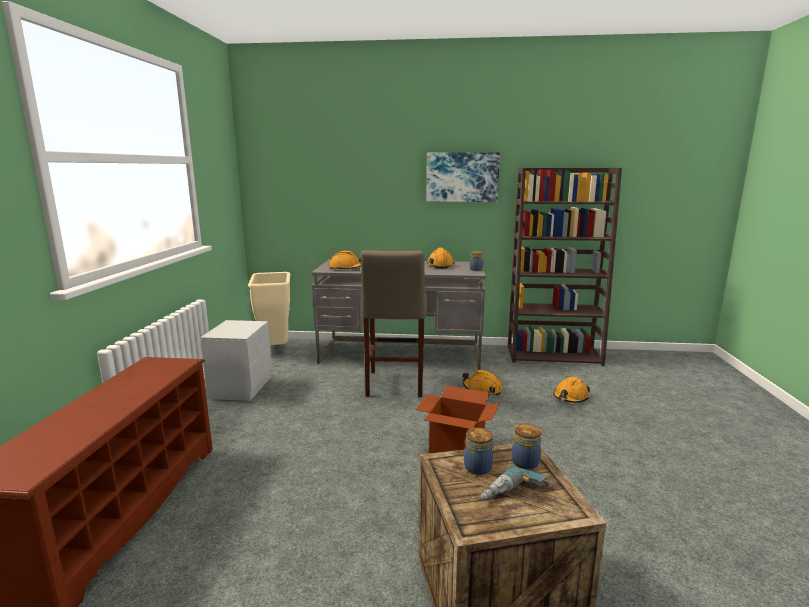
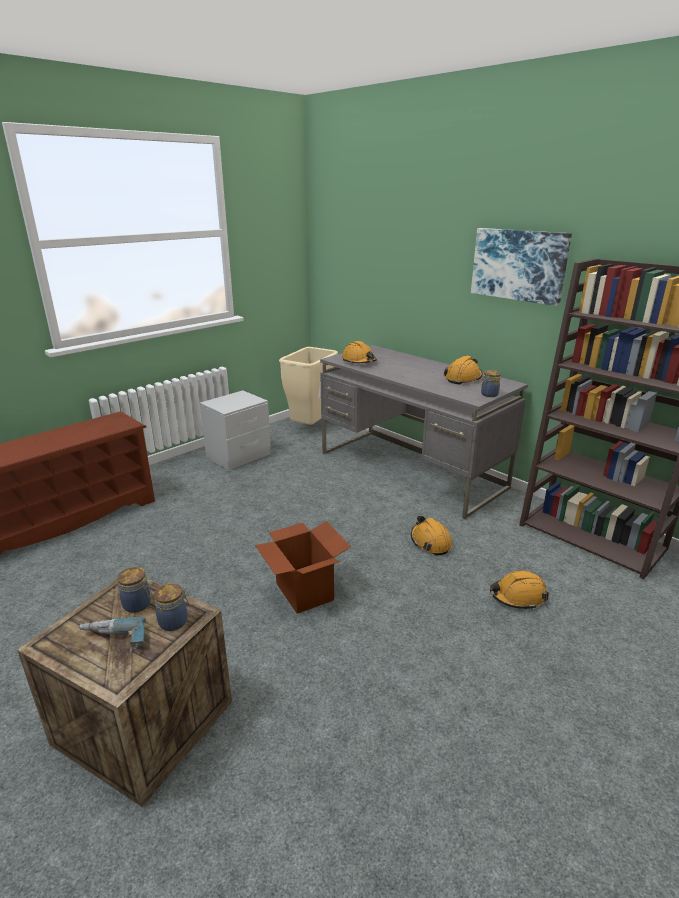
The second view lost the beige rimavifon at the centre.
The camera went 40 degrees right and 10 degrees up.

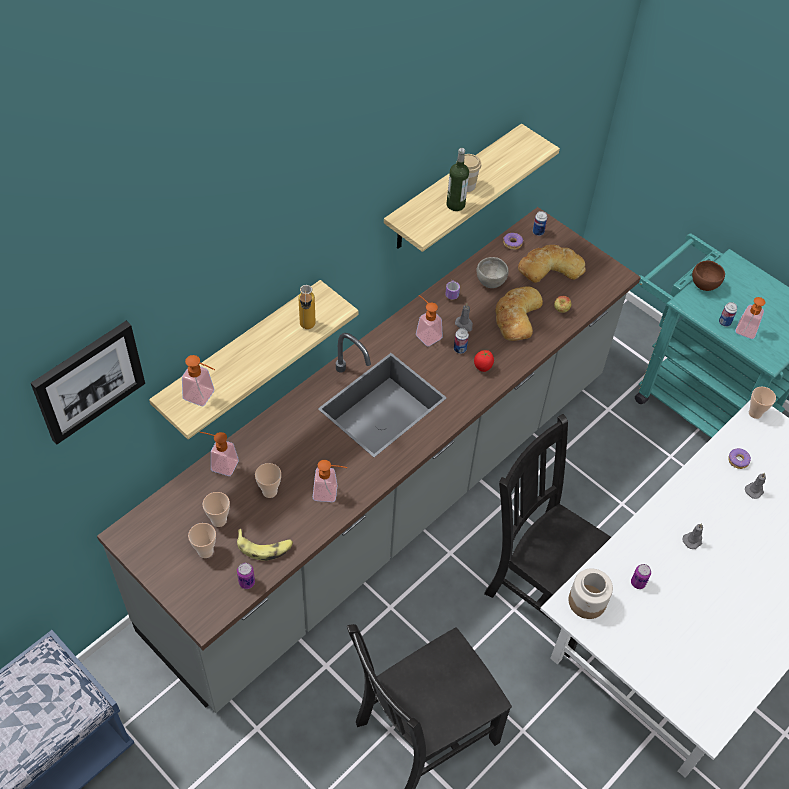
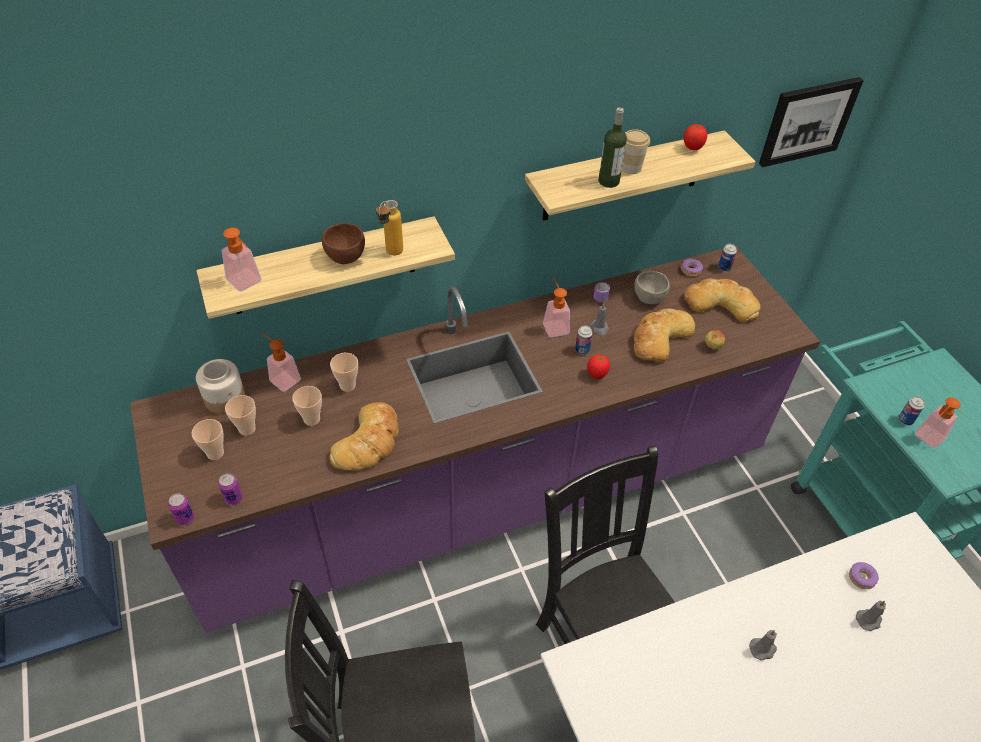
What was the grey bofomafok at the centre turned into the purple bofomafok at the centre.
The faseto (4th from left in the first image) ended up elsewhere, having gone from the bottom right to the bottom left.
The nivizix ended up elsewhere, having gone from the bottom right to the middle left.
The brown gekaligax ended up elsewhere, having gone from the middle right to the top centre.
The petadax (5th from left in the first image) ended up elsewhere, having gone from the middle right to the centre.
Where the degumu (3rd from left) stood at the centre, the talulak (1st from left) came to stand at the centre.
The second view gained the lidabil (2nd from left) at the top right.
The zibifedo ended up elsewhere, having gone from the middle left to the top right.
The second view lost the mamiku at the bottom centre.
The camera went 25 degrees right and 5 degrees down.

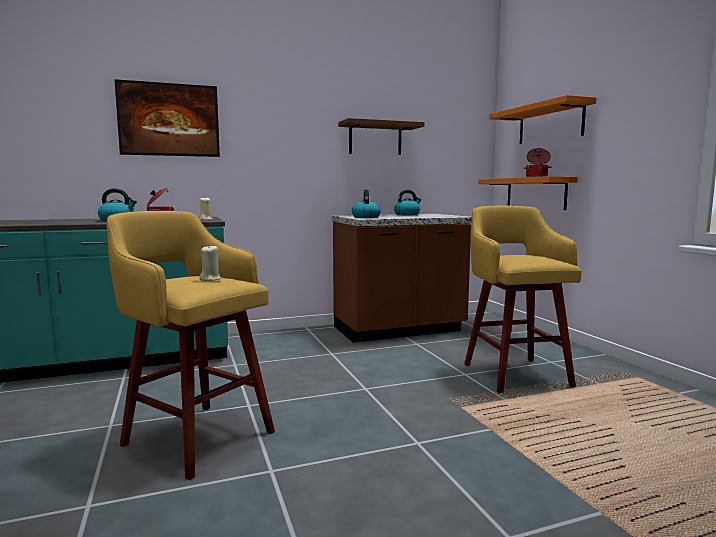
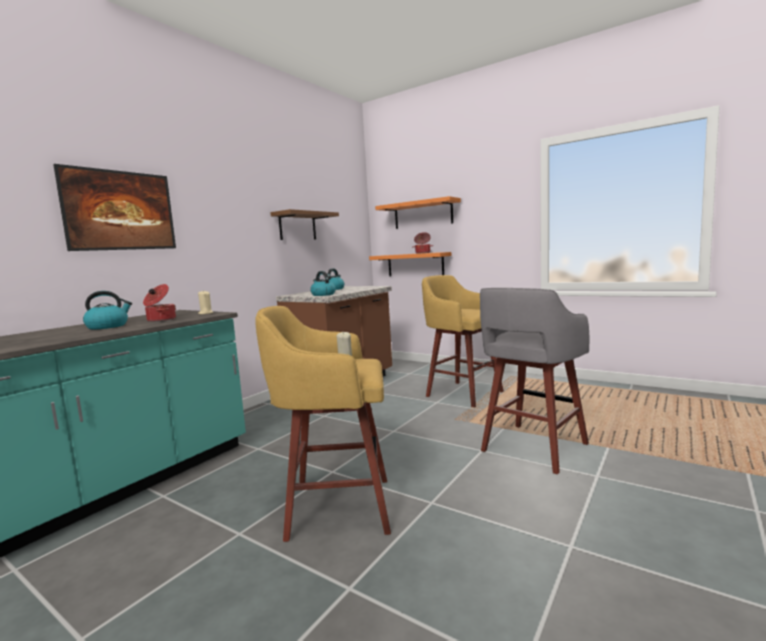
The second view gained the grey rimavifon at the middle right.
The camera went 35 degrees left and 0 degrees up.

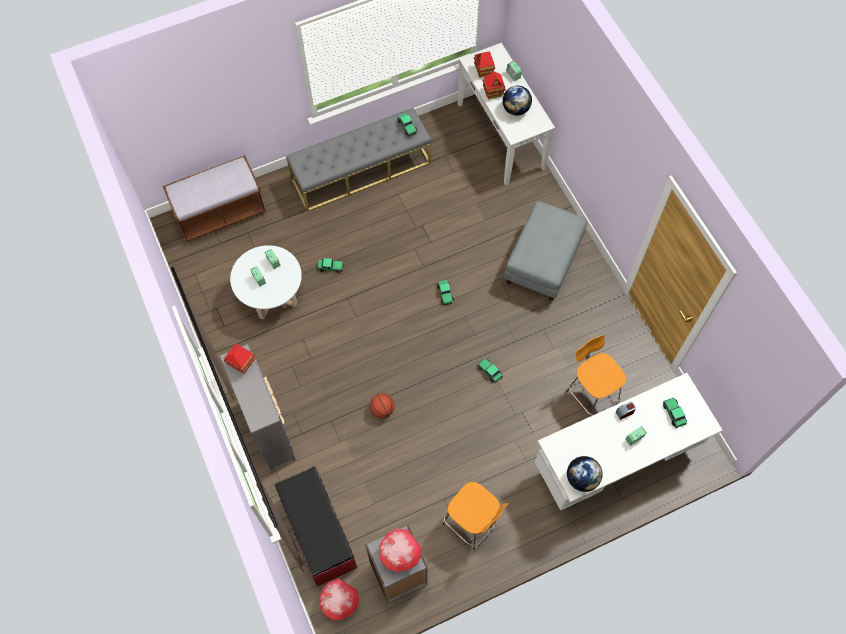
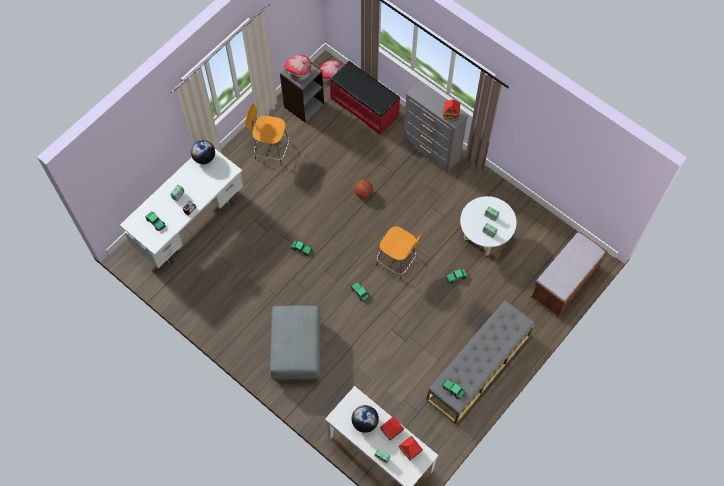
The orange rimavifon (2nd from left) ended up elsewhere, having gone from the middle right to the centre.
The camera went 155 degrees right and 0 degrees up.

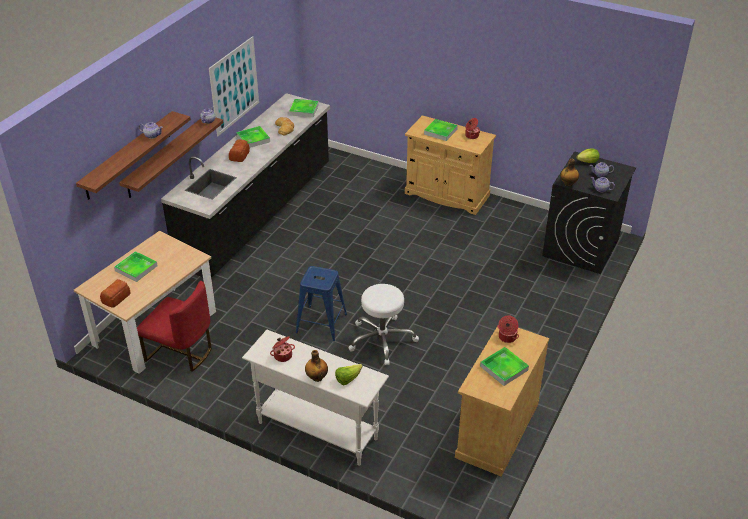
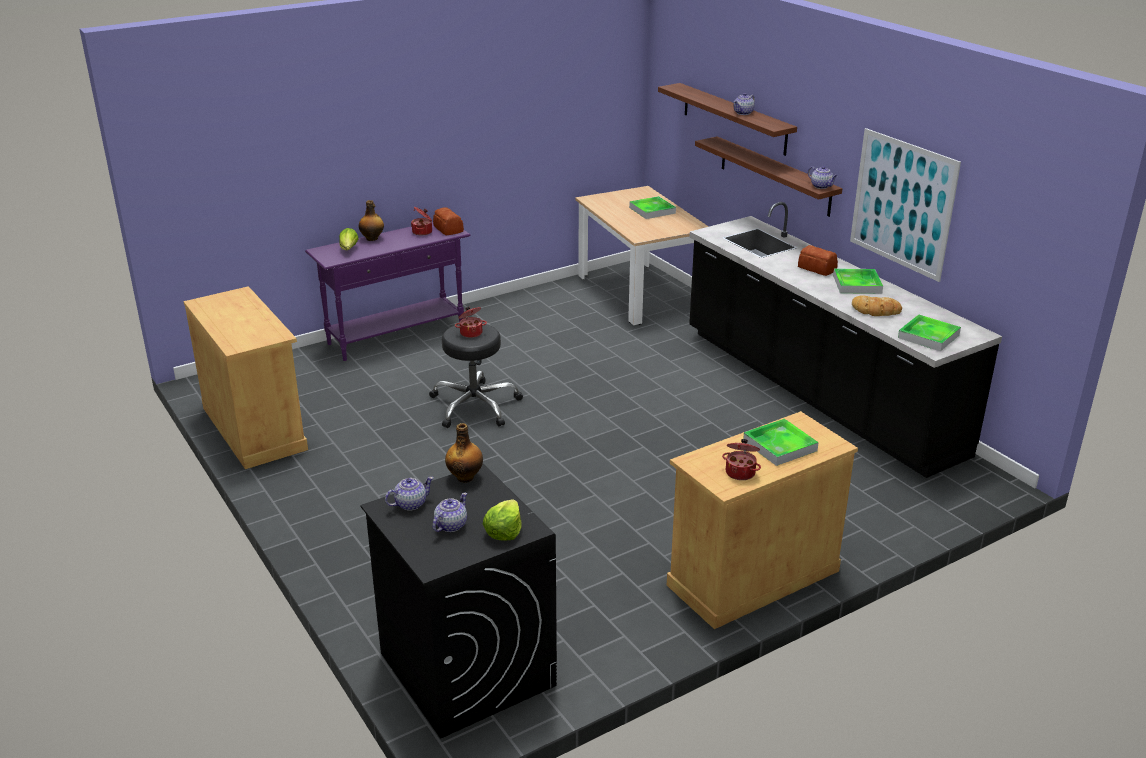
What was the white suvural at the bottom centre turned into the purple suvural at the centre.
What was the white rimavifon at the centre turned into the black rimavifon at the centre.
The talulak (1st from left) ended up elsewhere, having gone from the middle left to the top centre.
The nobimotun (3rd from left in the first image) ended up elsewhere, having gone from the middle right to the centre.
The second view lost the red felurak at the middle left.
The second view lost the blue rimavifon at the centre.
The second view lost the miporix (5th from left) at the bottom right.
The camera went 120 degrees right and 10 degrees down.

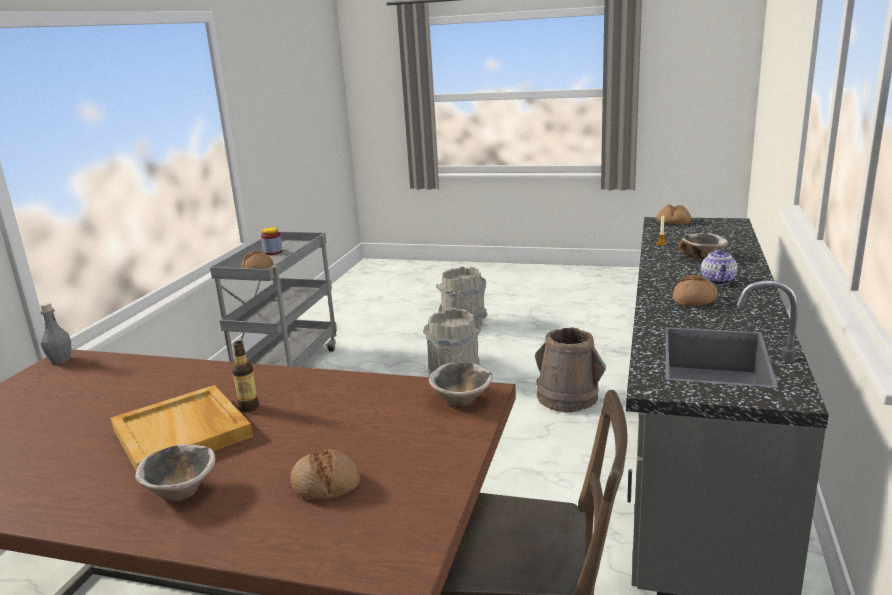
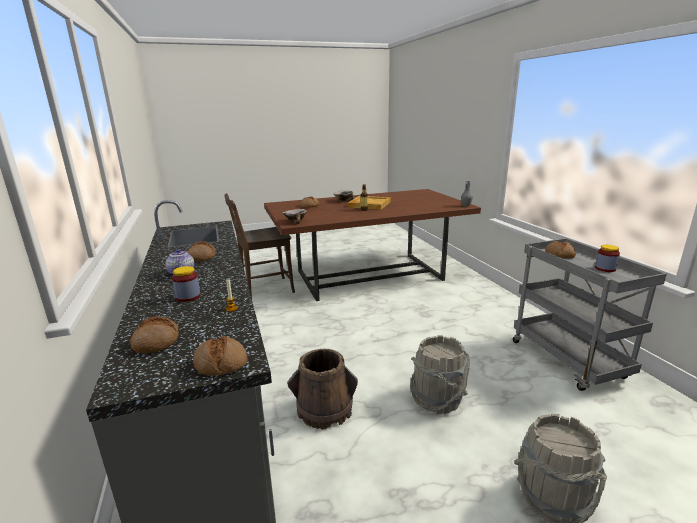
The second view gained the talulak (1st from left) at the middle left.
Where the gekaligax (3rd from left) stood at the middle right, the nivizix (1st from left) came to stand at the middle left.
The camera went 145 degrees right and 0 degrees up.

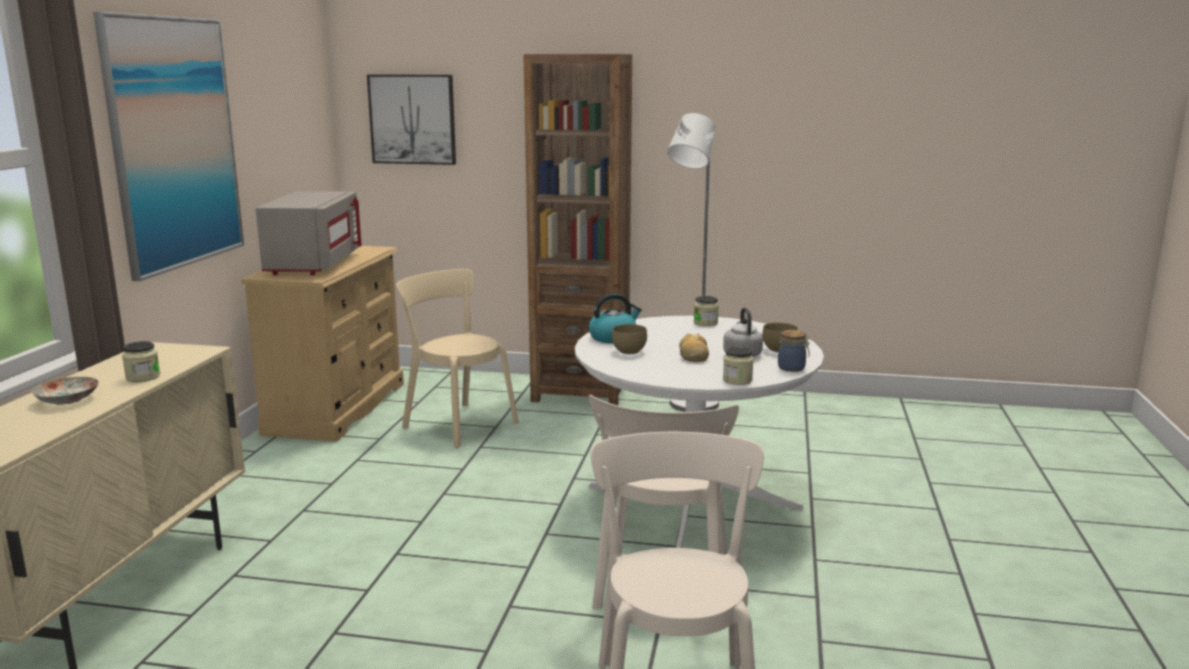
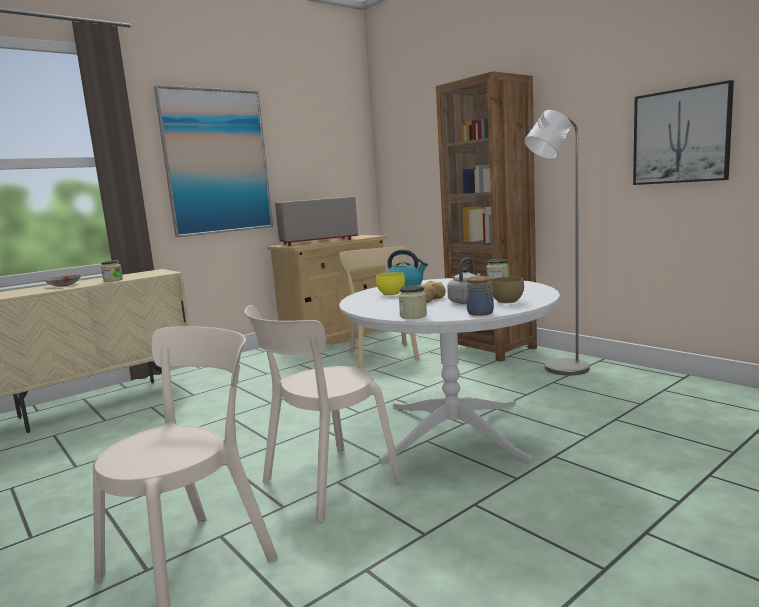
The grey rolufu at the middle left ended up facing another way, 150 degrees counterclockwise from before.
What was the brown gekaligax (1st from left) at the centre turned into the yellow gekaligax at the centre.
The zibifedo (2nd from left) ended up elsewhere, having gone from the top centre to the top right.
The camera went 40 degrees right and 5 degrees down.

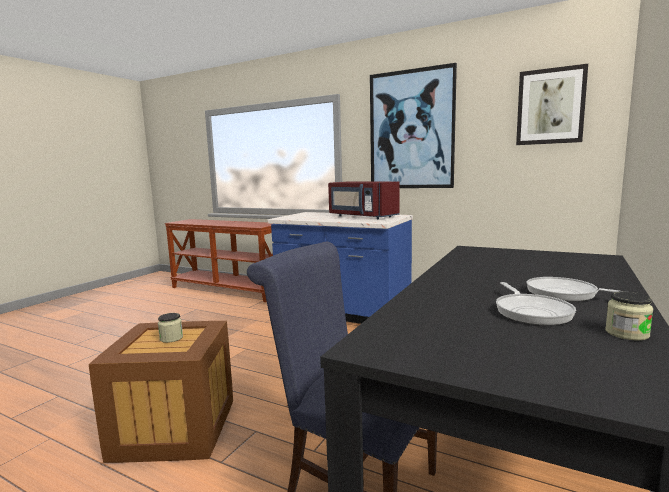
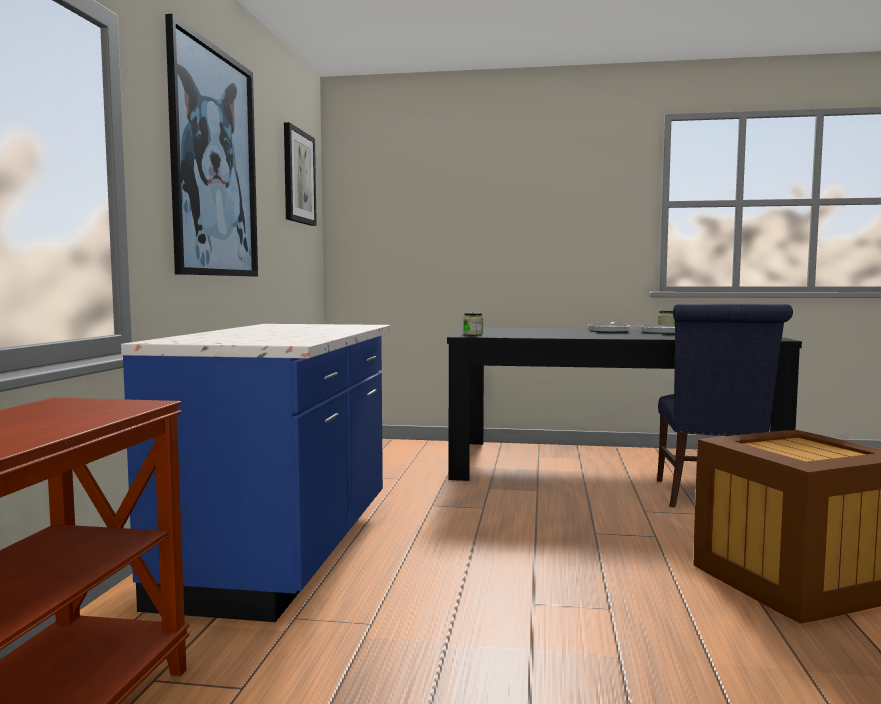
The nivizix (1st from left) ended up elsewhere, having gone from the bottom left to the centre.
The second view lost the red rolufu at the centre.
The camera went 110 degrees left and 5 degrees down.

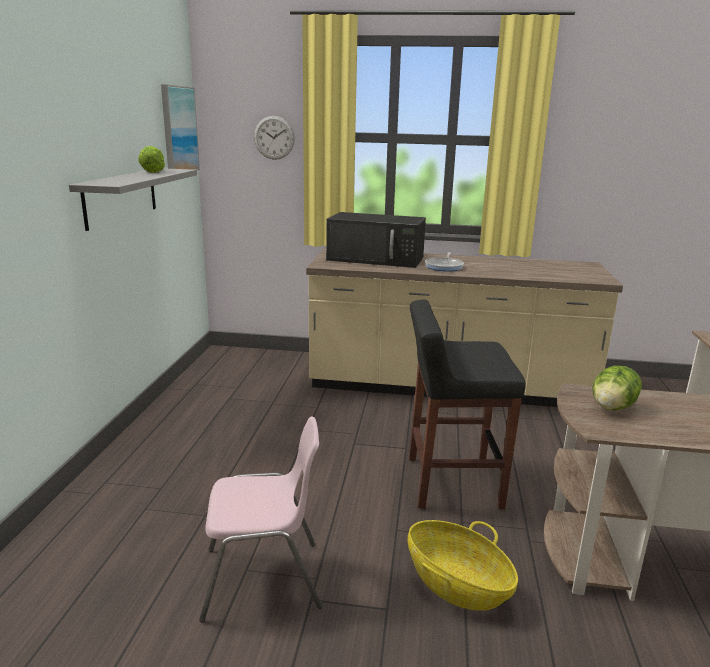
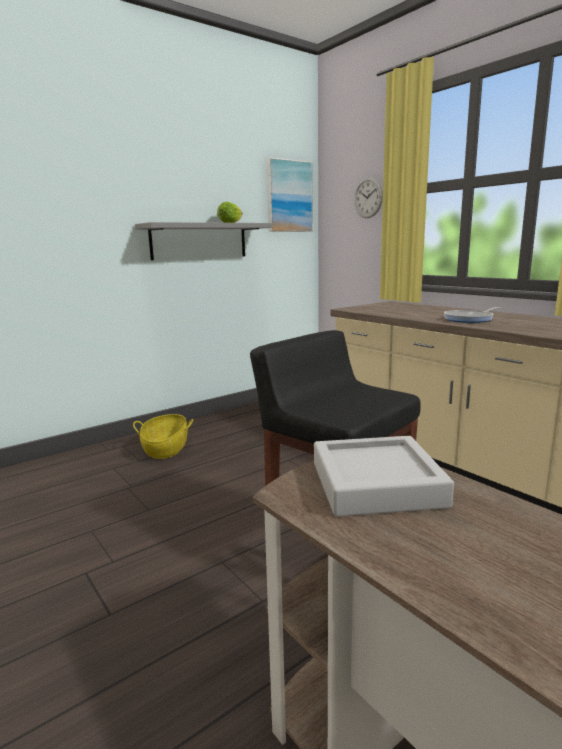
The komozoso ended up elsewhere, having gone from the bottom centre to the middle left.
Where the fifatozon (2nd from left) stood at the middle right, the grey miporix came to stand at the middle right.
The second view lost the pink felurak at the bottom centre.
The second view lost the black rolufu at the centre.
The camera went 45 degrees right and 5 degrees down.

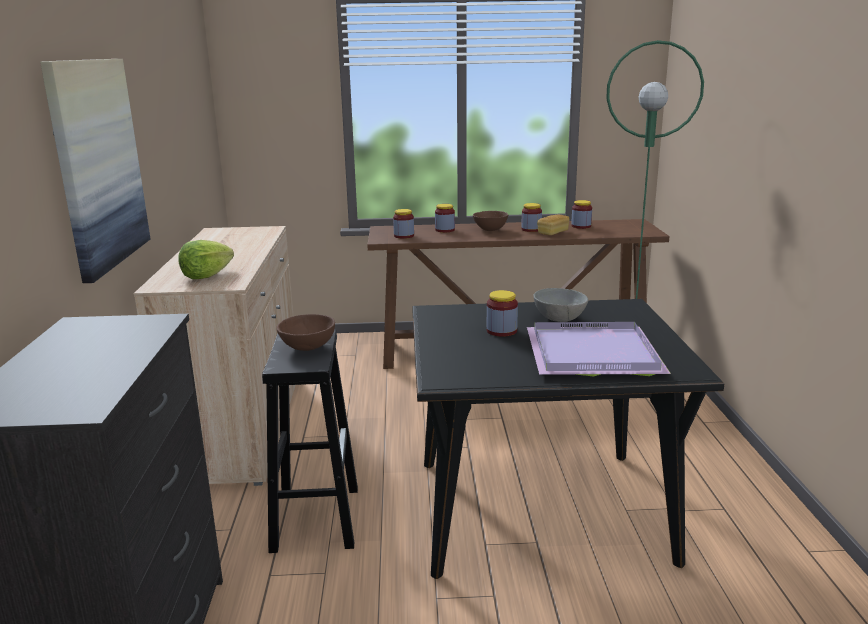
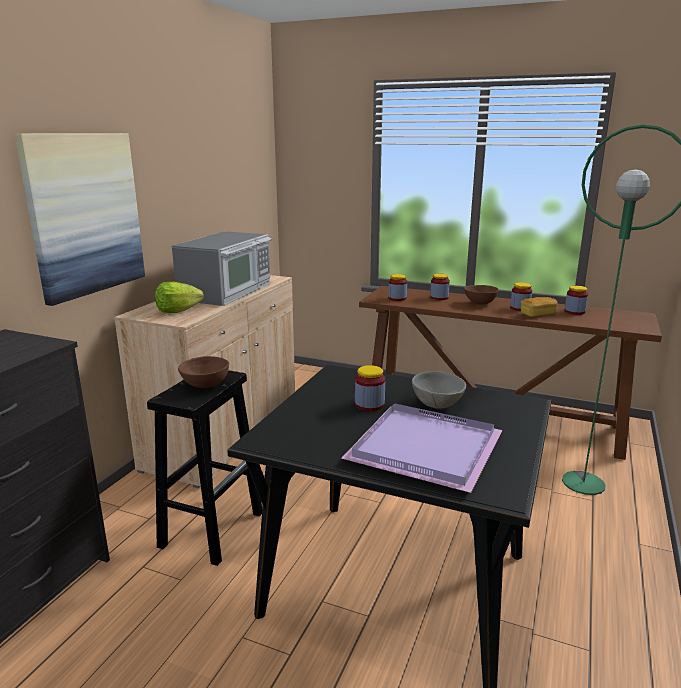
The second view gained the rolufu at the middle left.
The camera went 25 degrees right and 0 degrees up.

